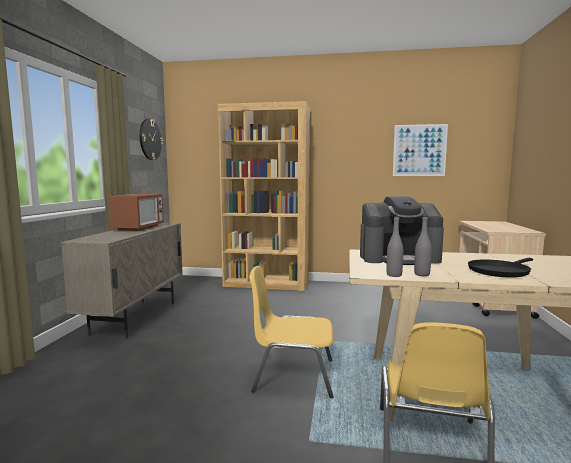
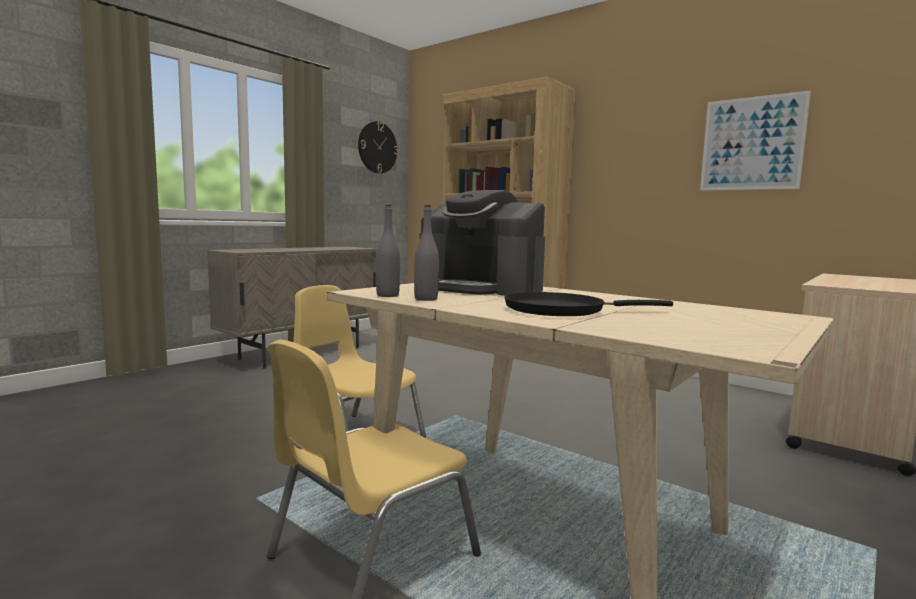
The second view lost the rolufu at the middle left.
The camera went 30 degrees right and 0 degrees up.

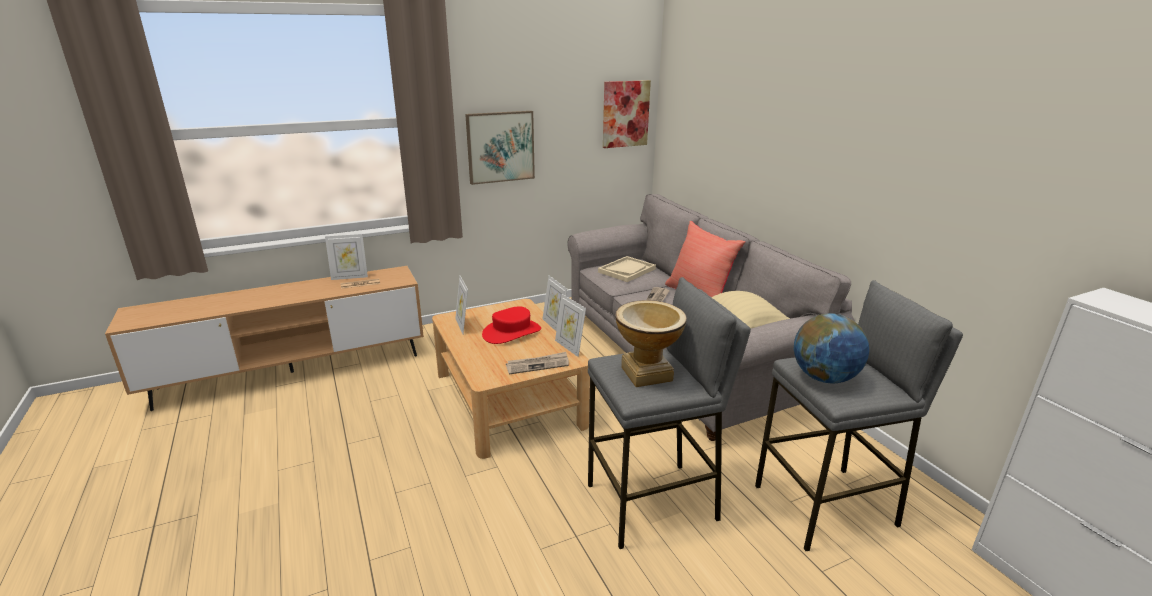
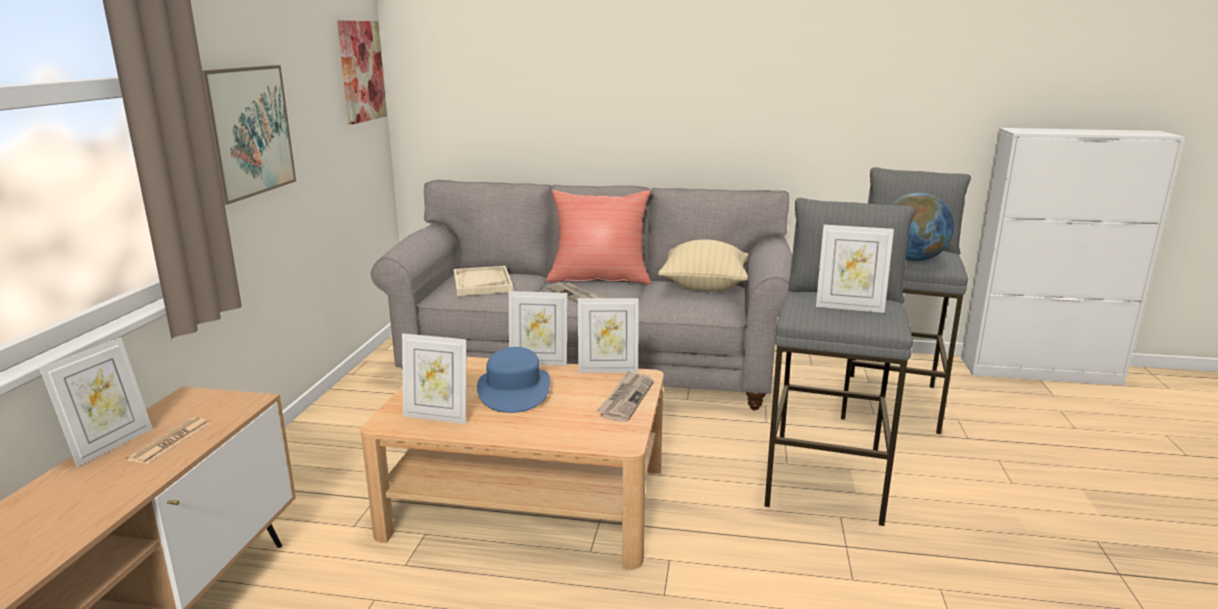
What was the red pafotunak at the centre turned into the blue pafotunak at the centre.
Where the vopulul stood at the centre, the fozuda (5th from left) came to stand at the middle right.
The camera went 55 degrees left and 5 degrees down.

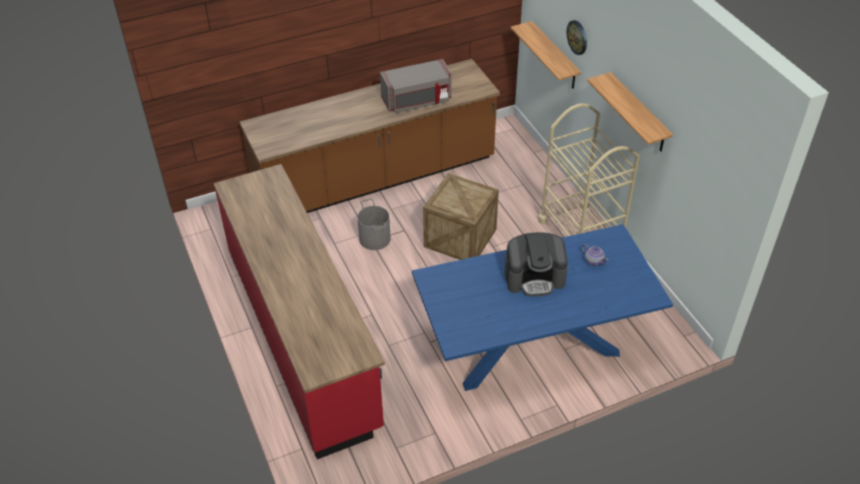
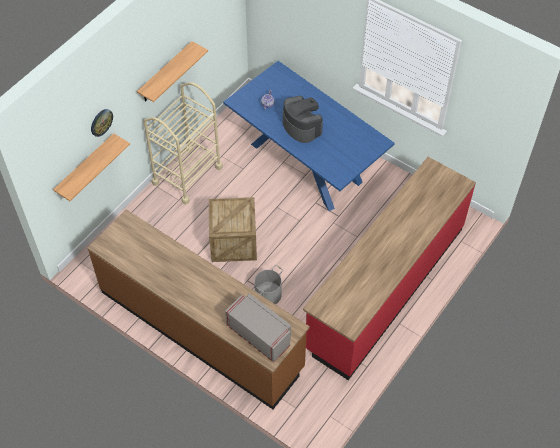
The grey rolufu ended up elsewhere, having gone from the top centre to the bottom centre.
The camera went 120 degrees left and 10 degrees up.

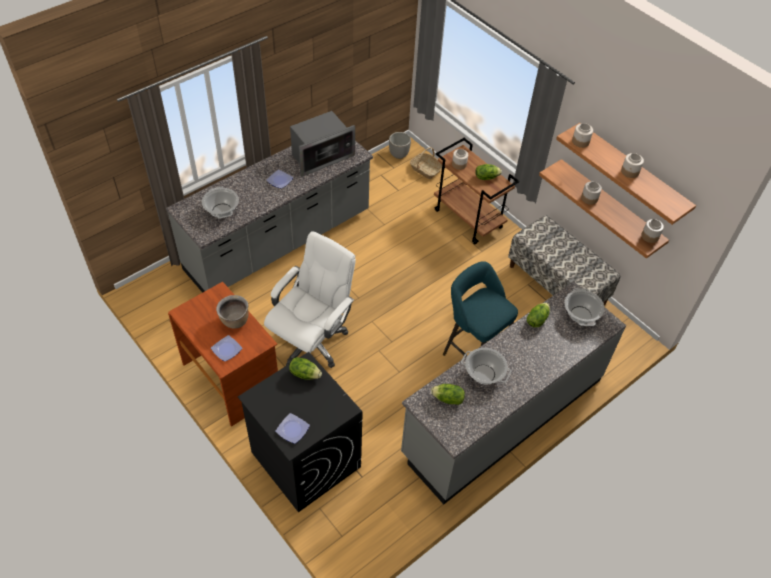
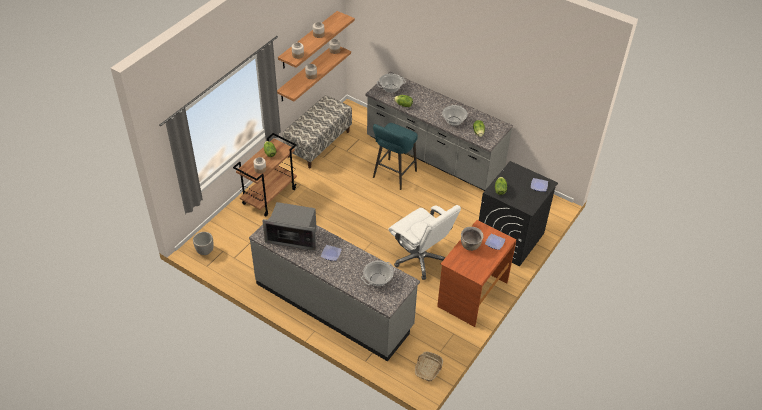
The rolufu at the top centre ended up facing another way, 150 degrees clockwise from before.
The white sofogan at the centre ended up facing another way, 150 degrees counterclockwise from before.
The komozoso ended up elsewhere, having gone from the top centre to the bottom centre.
The camera went 105 degrees left and 5 degrees down.

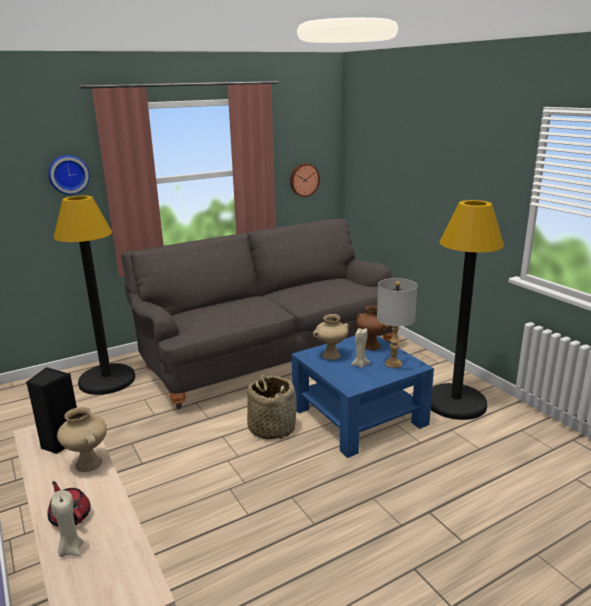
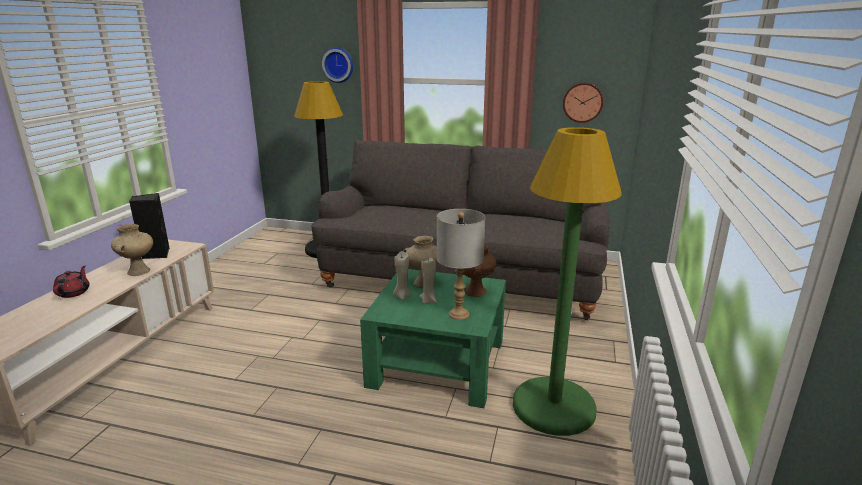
What was the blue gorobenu at the centre turned into the green gorobenu at the bottom centre.
The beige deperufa (1st from left) ended up elsewhere, having gone from the bottom left to the centre.
What was the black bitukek (2nd from left) at the middle right turned into the green bitukek at the centre.
The second view lost the komozoso at the bottom centre.
The camera went 45 degrees right and 0 degrees up.

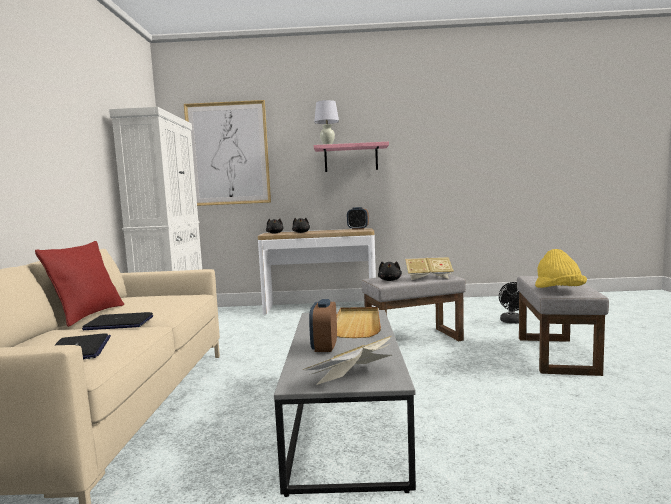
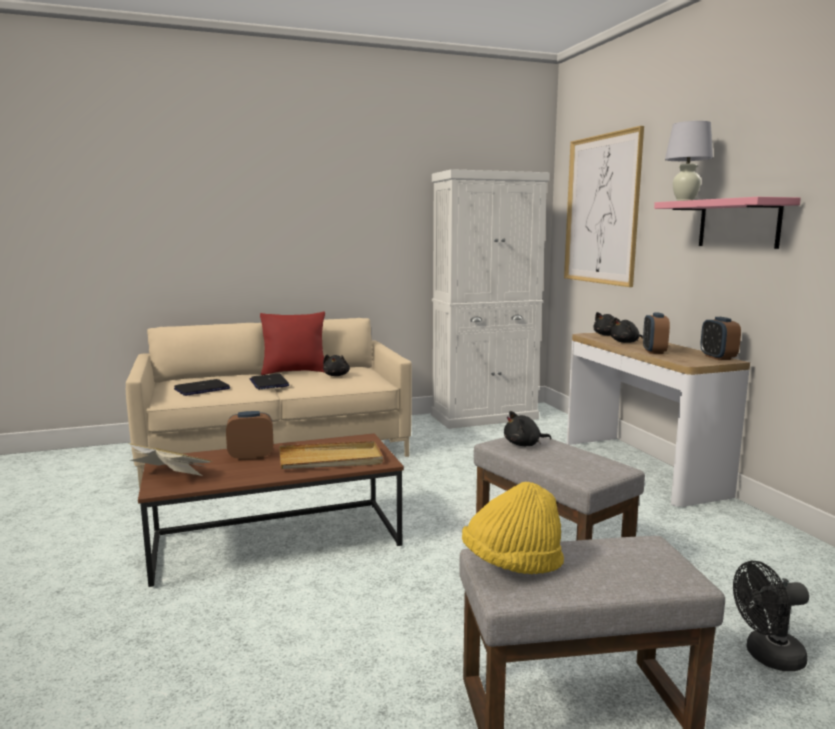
What was the grey gorobenu at the bottom centre turned into the brown gorobenu at the bottom left.
The second view gained the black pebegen (1st from left) at the centre.
The second view gained the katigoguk (2nd from left) at the middle right.
The second view lost the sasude (2nd from left) at the centre.
The camera went 70 degrees right and 5 degrees up.

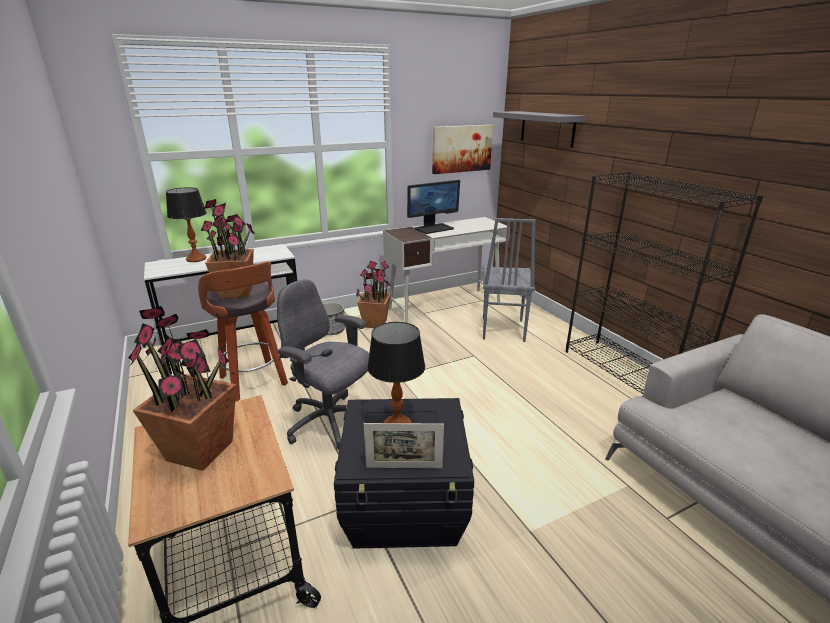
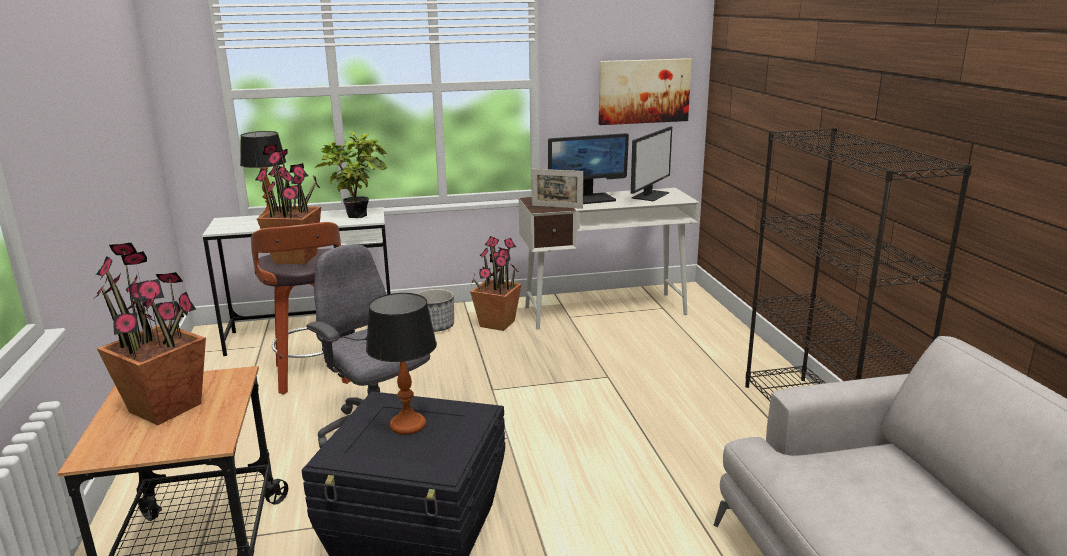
The second view gained the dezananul (3rd from left) at the top left.
The fozuda ended up elsewhere, having gone from the bottom centre to the centre.
The second view gained the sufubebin (2nd from left) at the top centre.
The second view lost the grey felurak at the centre.
The second view lost the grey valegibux at the top centre.
The camera went 15 degrees right and 5 degrees down.

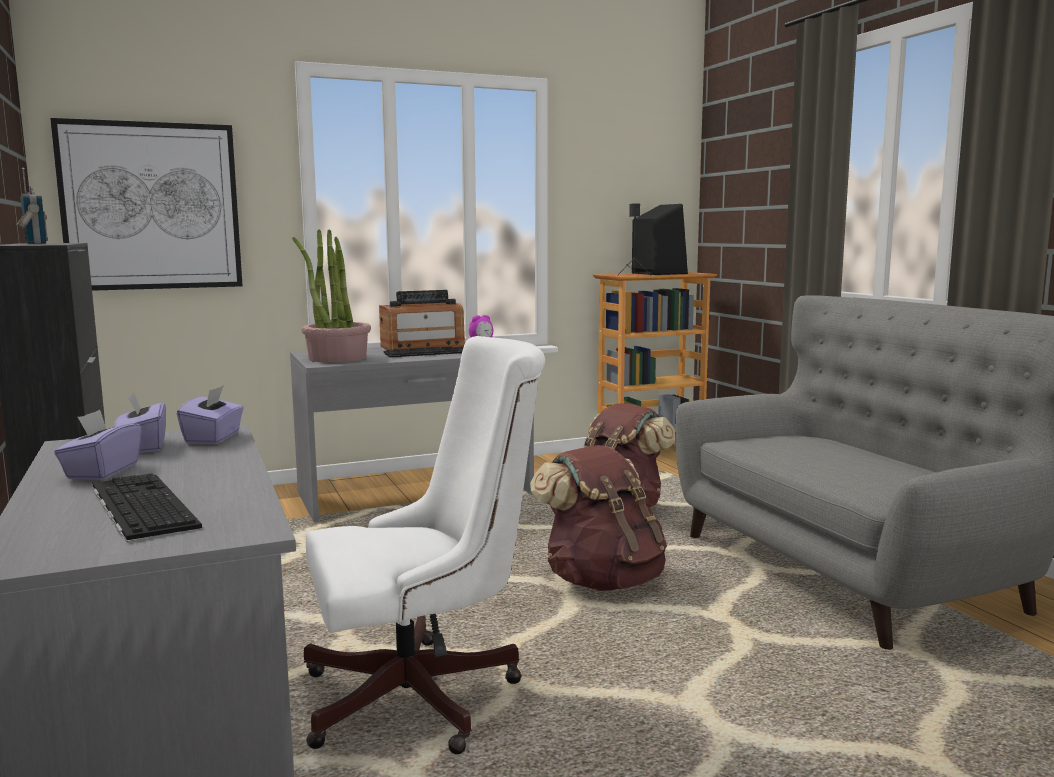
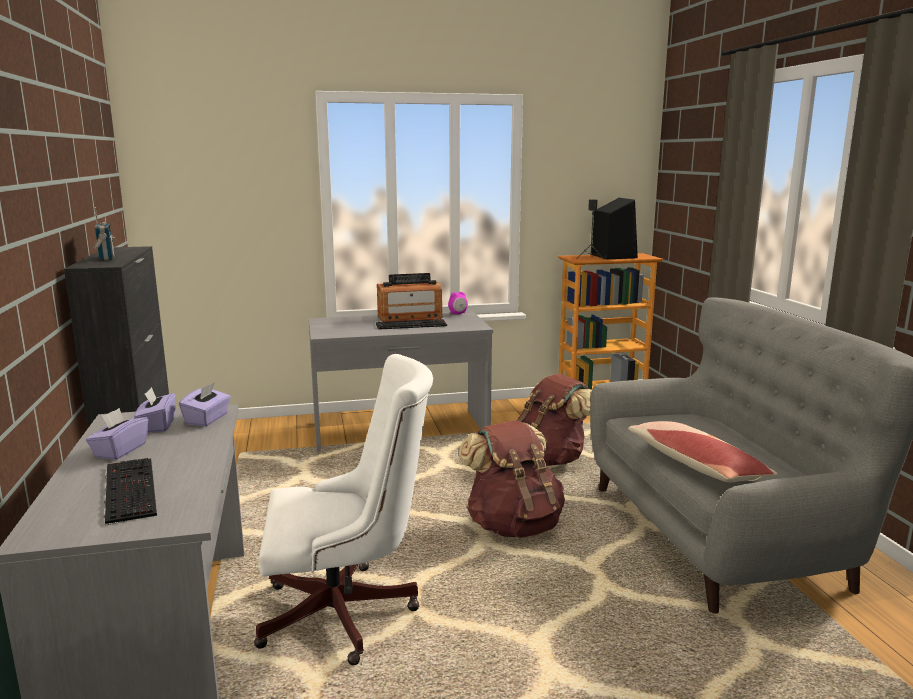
The second view gained the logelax at the middle right.
The second view lost the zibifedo at the top left.
The second view lost the dezananul at the middle left.
The camera went 10 degrees right and 5 degrees up.

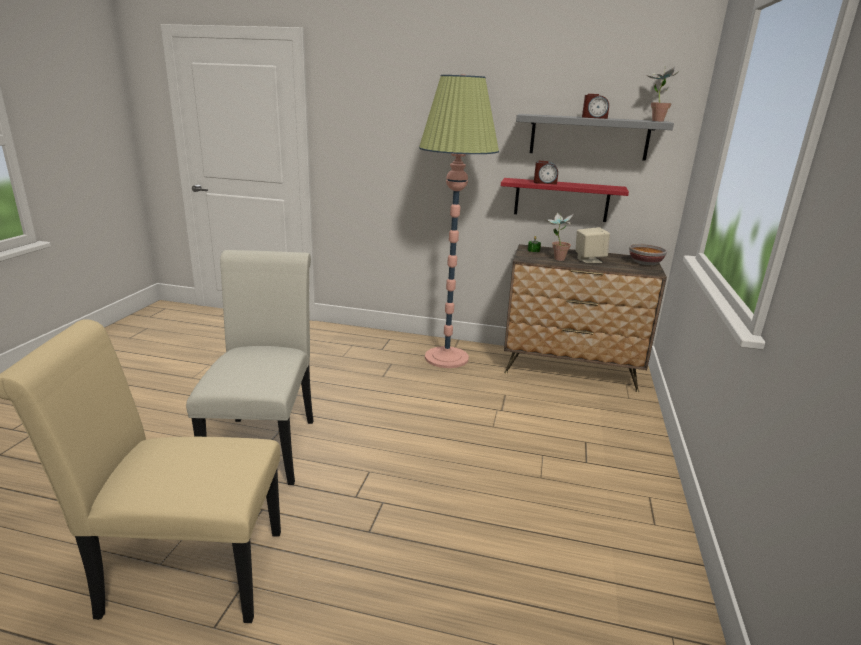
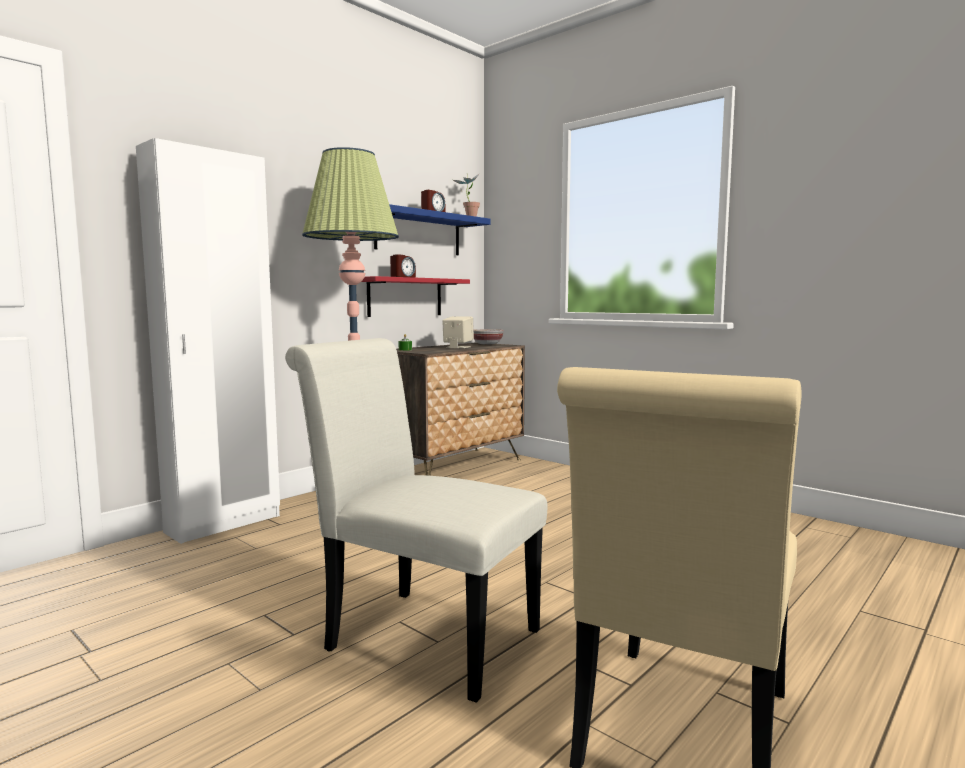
The second view gained the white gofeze at the middle left.
What was the grey valegibux at the top right turned into the blue valegibux at the top centre.
The second view lost the dezananul (1st from left) at the centre.
The camera went 60 degrees left and 15 degrees down.

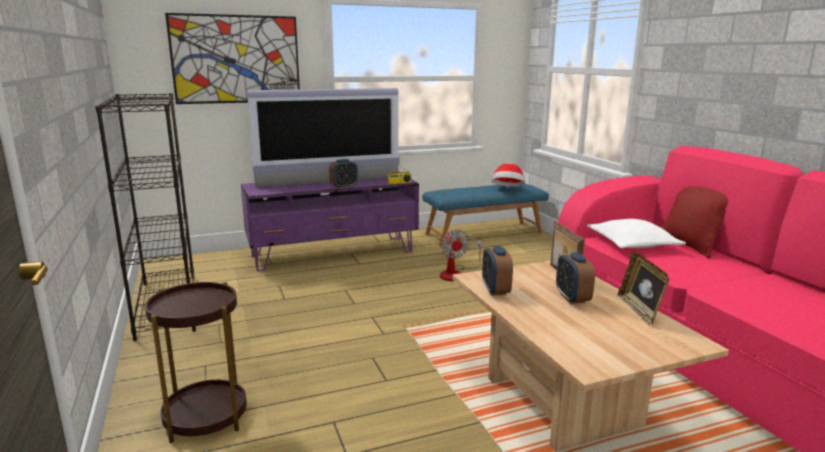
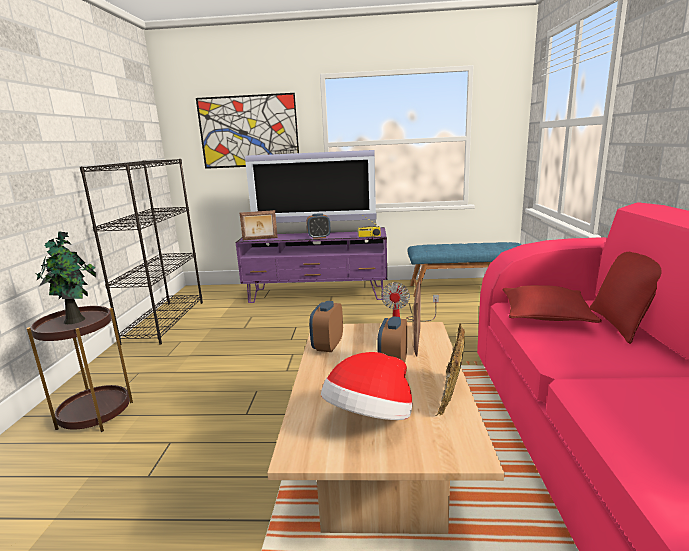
The second view gained the dezananul at the middle left.
The second view gained the fozuda (1st from left) at the centre.
The pafotunak ended up elsewhere, having gone from the centre to the bottom centre.
What was the white logelax at the middle right turned into the red logelax (1st from left) at the middle right.
The camera went 25 degrees right and 0 degrees up.

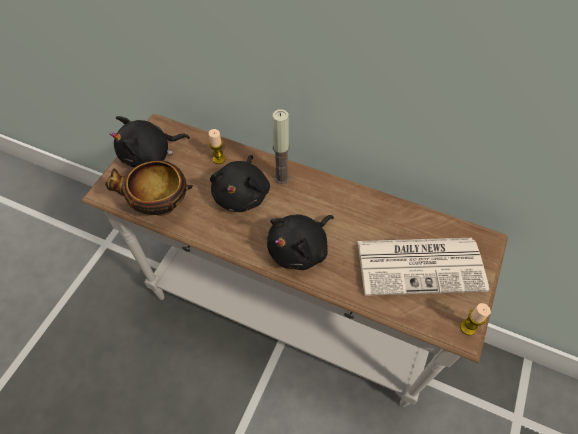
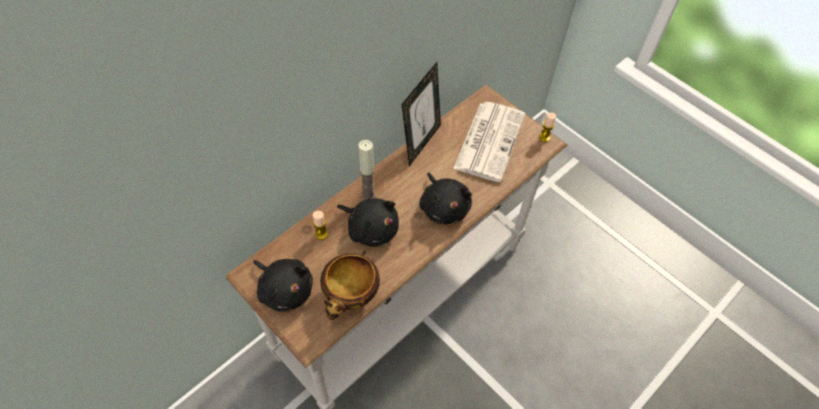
The black pebegen (1st from left) at the top left ended up facing another way, 45 degrees counterclockwise from before.
The second view gained the fozuda at the top centre.
The camera went 70 degrees left and 0 degrees up.

